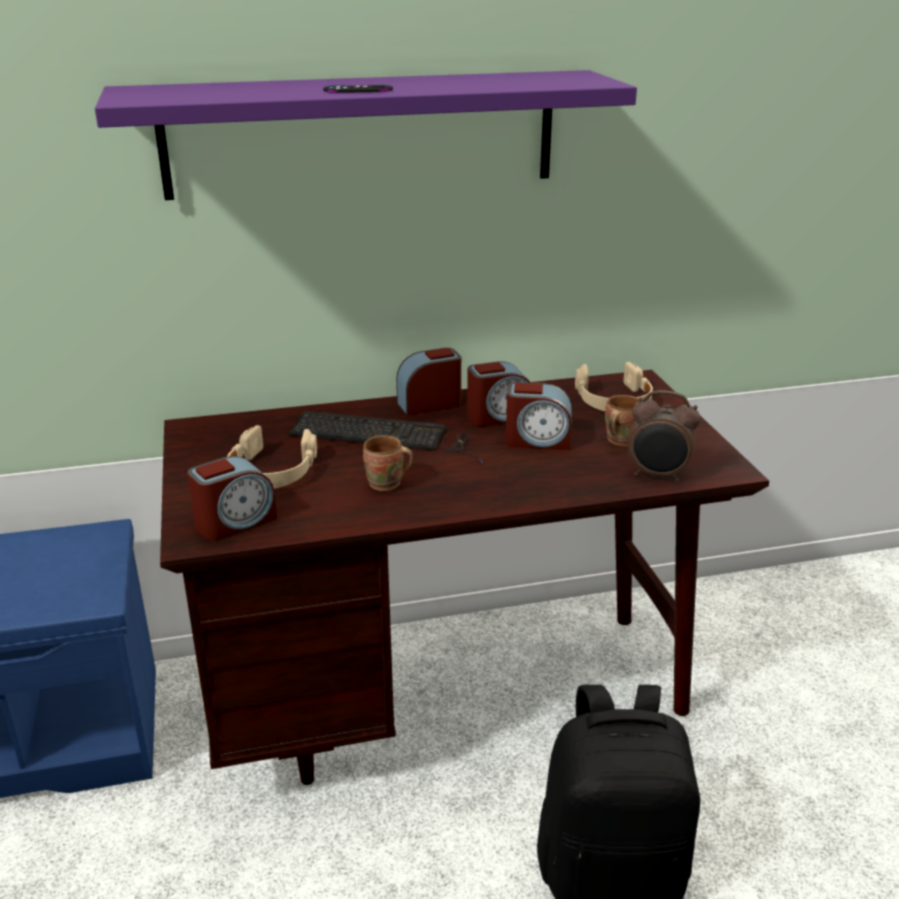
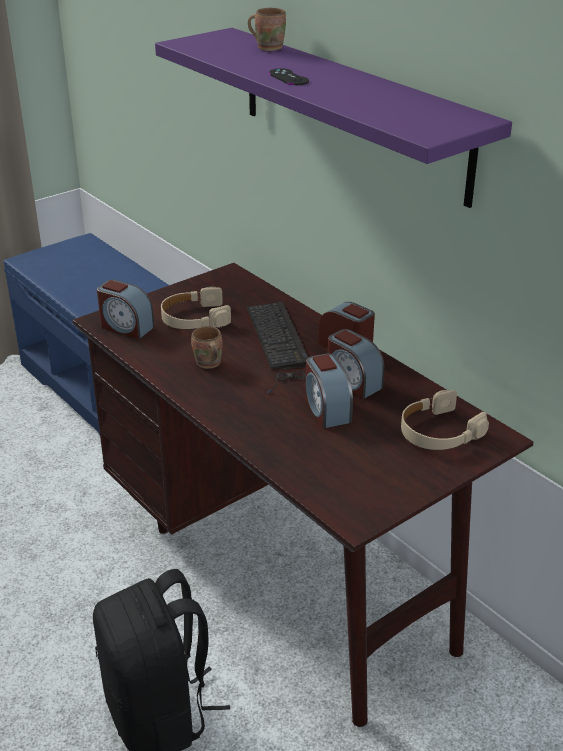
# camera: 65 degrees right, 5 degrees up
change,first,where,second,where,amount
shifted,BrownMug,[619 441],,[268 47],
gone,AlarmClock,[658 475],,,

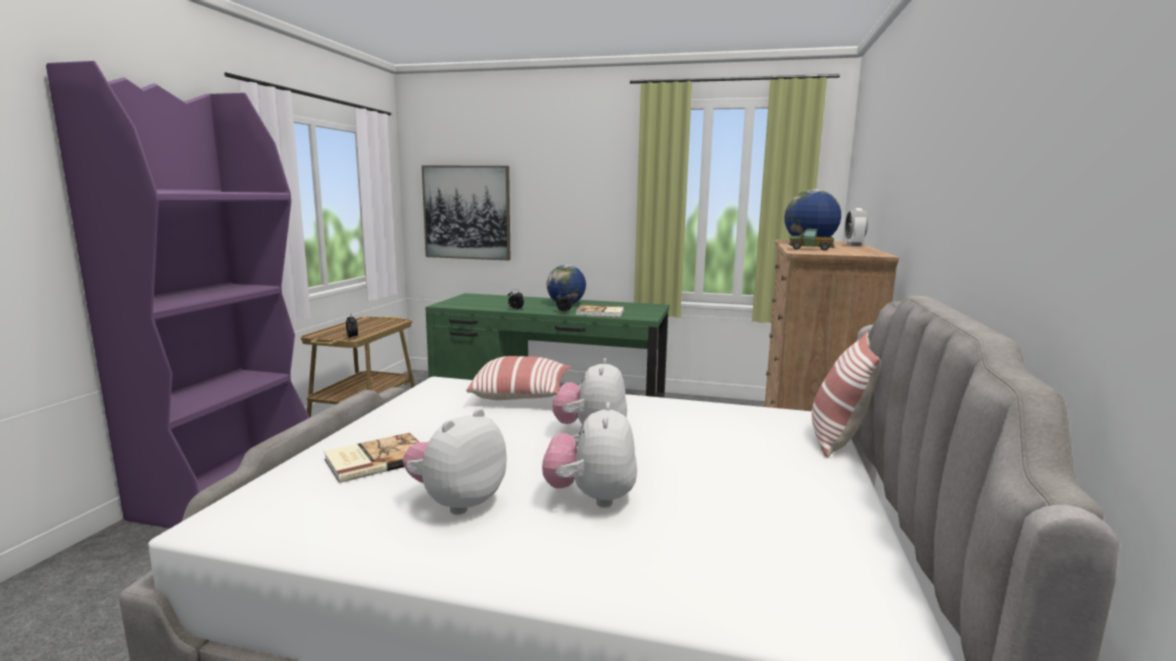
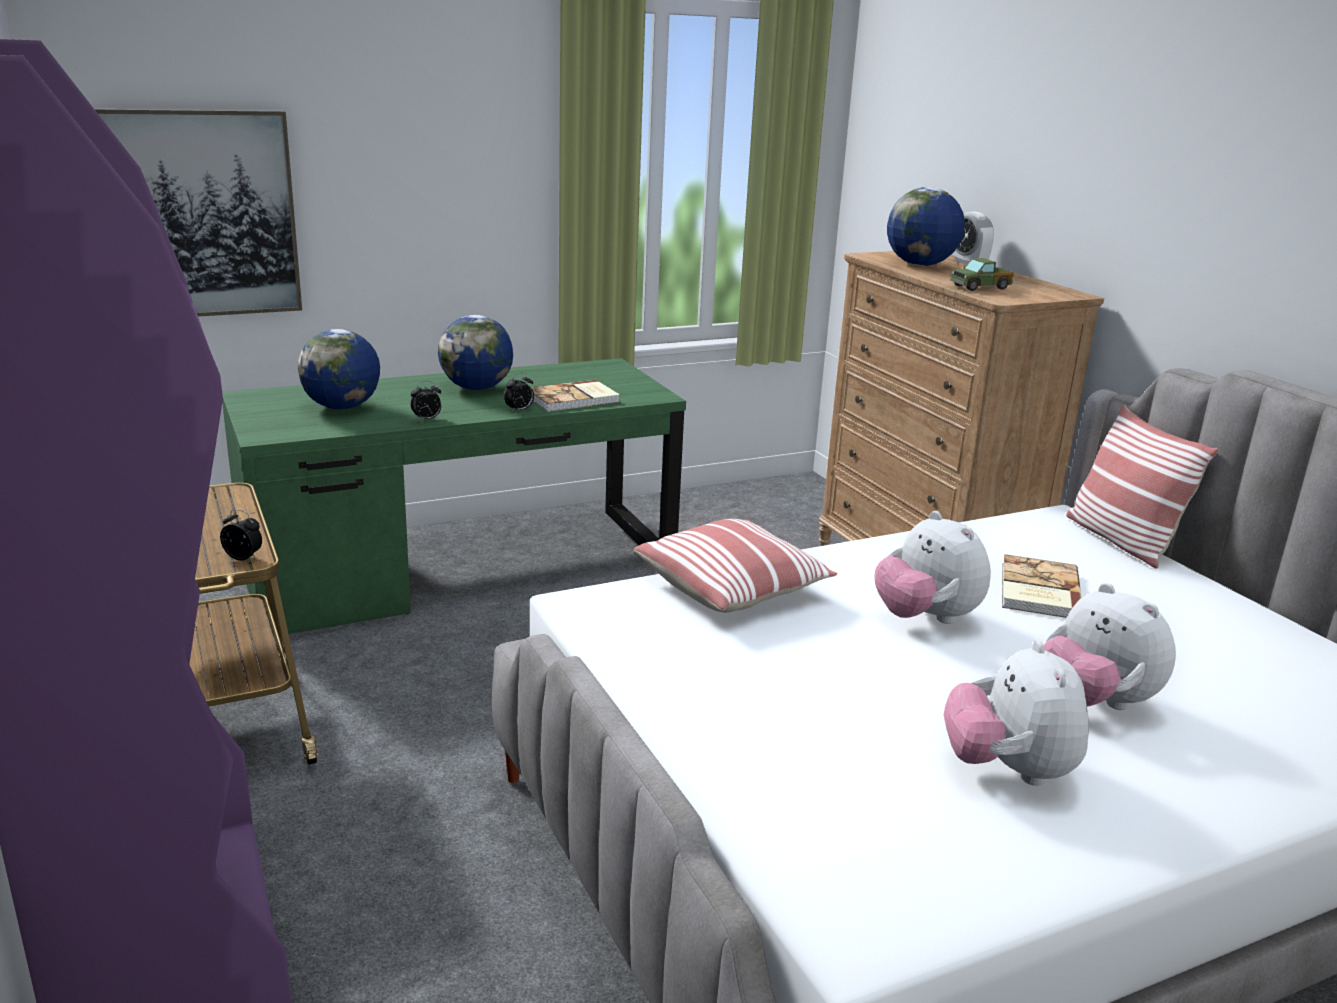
# camera: 40 degrees left, 10 degrees up
change,first,where,second,where,amount
shifted,Book,[376 459],,[1037 590],
new,,,Globe,[342 407],

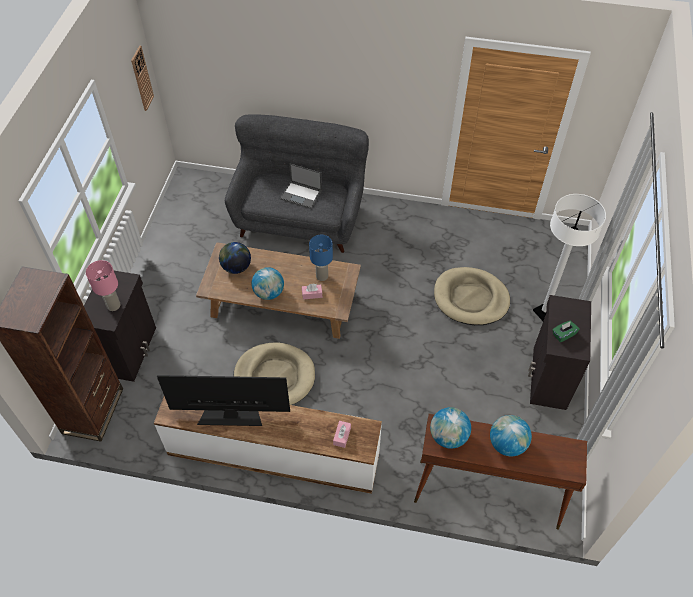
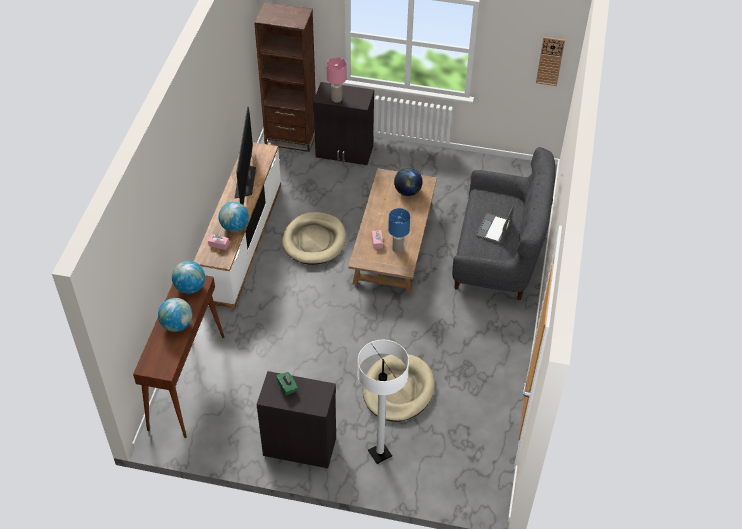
# camera: 90 degrees right, 5 degrees down
change,first,where,second,where,amount
shifted,Globe,[269 293],,[234 227],

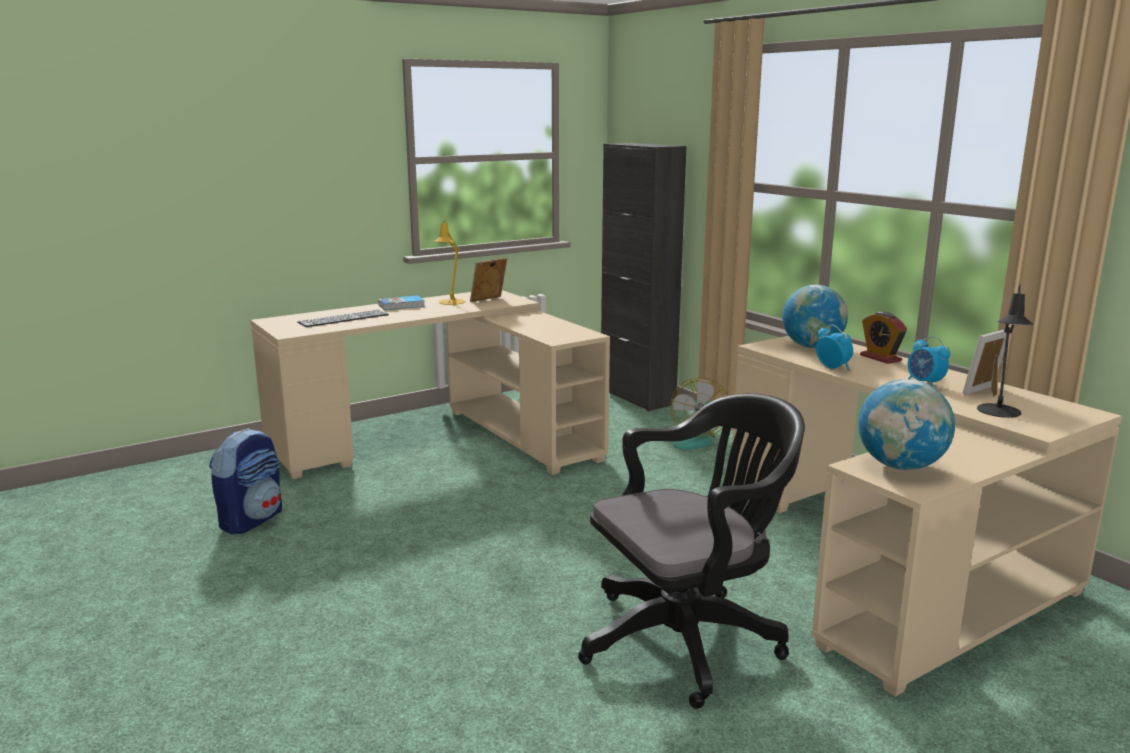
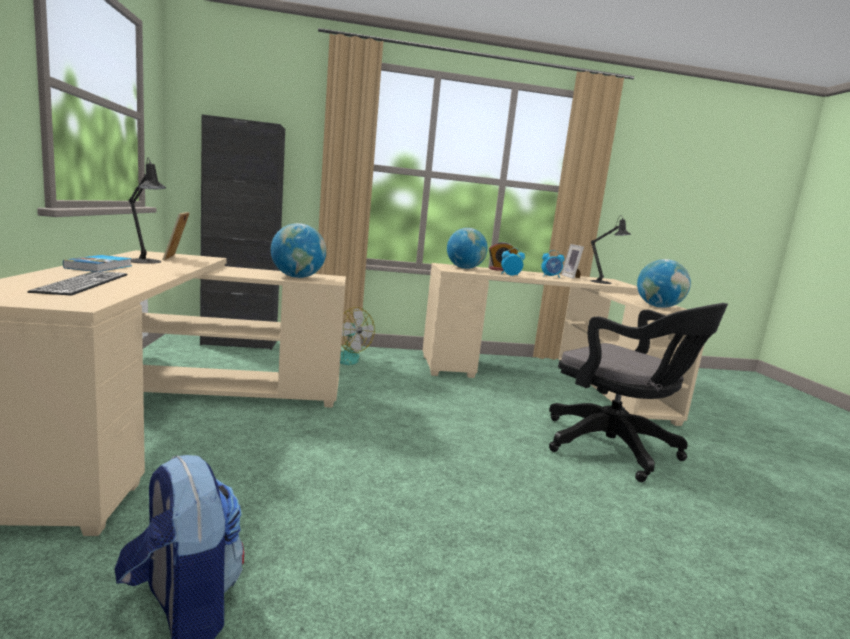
# camera: 65 degrees left, 5 degrees down
change,first,where,second,where,amount
repainted,YellowTableLamp,[450 302],BlackTableLamp,[146 262],
rotated,BlackOfficeChair,[688 639],,[616 449],135 degrees clockwise
new,,,Globe,[297 277],

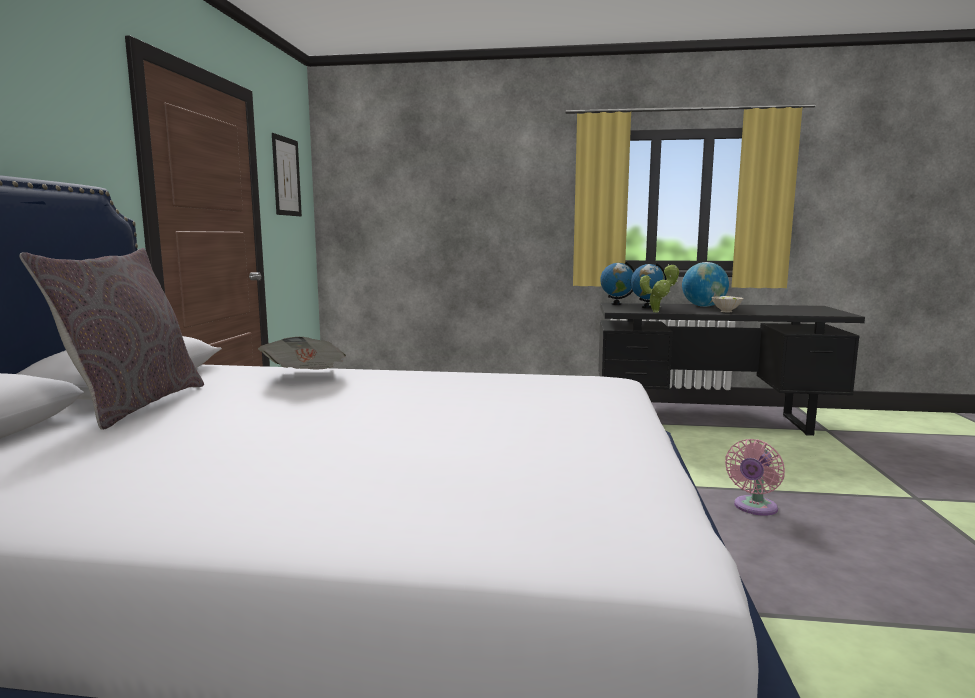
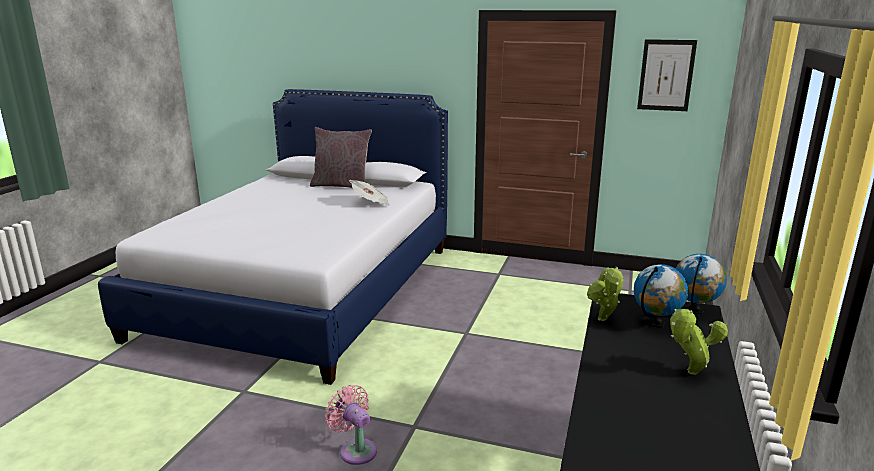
# camera: 100 degrees right, 10 degrees up
change,first,where,second,where,amount
swapped,Globe,[704 306],PottedPlant,[689 373],
gone,WhiteBowl,[725 311],,,

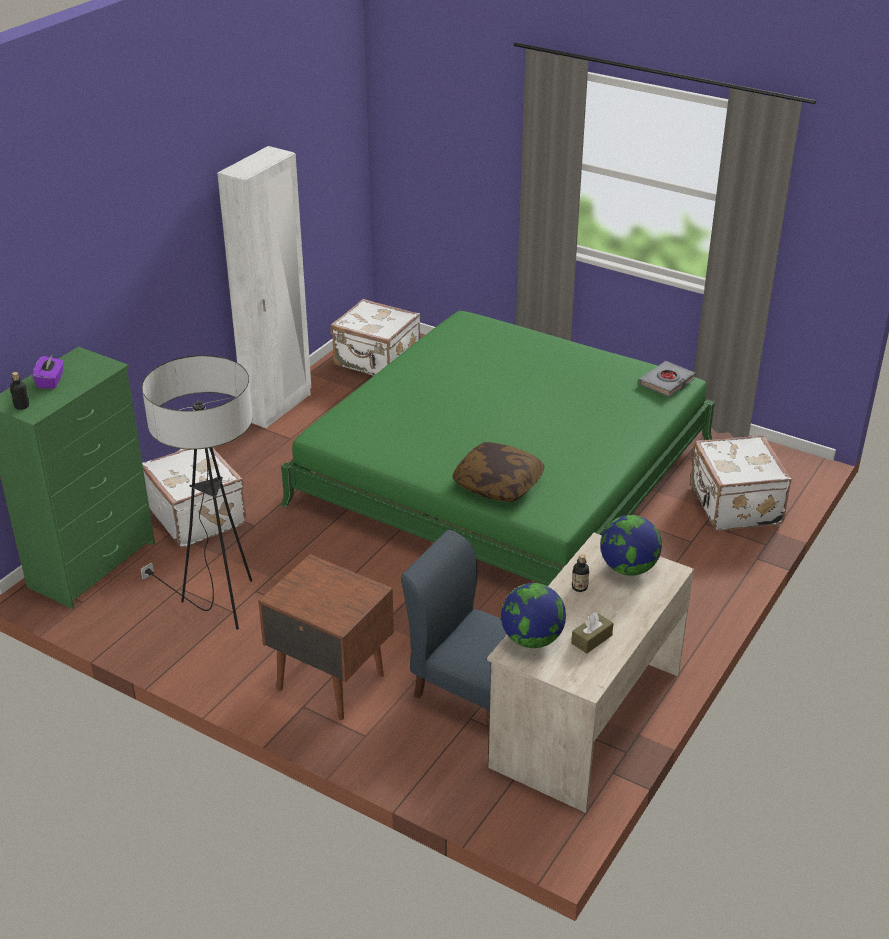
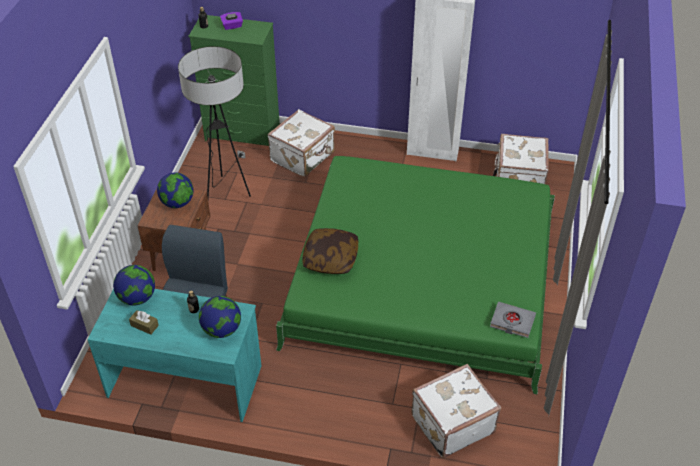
# camera: 70 degrees right, 10 degrees up
change,first,where,second,where,amount
repainted,BeigeDesk,[585 718],TurquoiseDesk,[185 380],
new,,,Globe,[177 203],

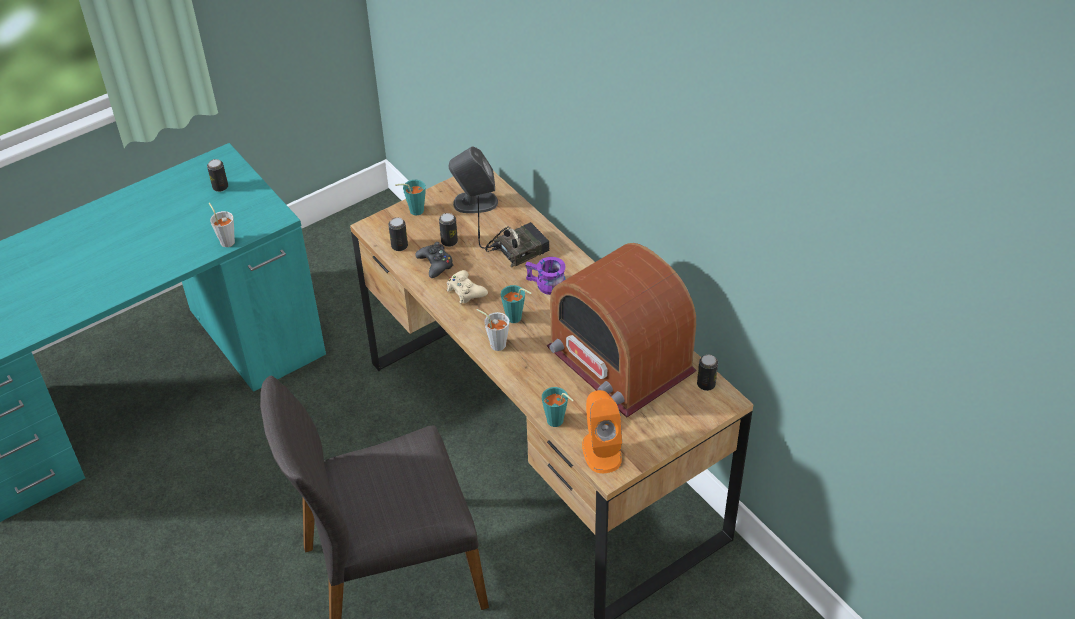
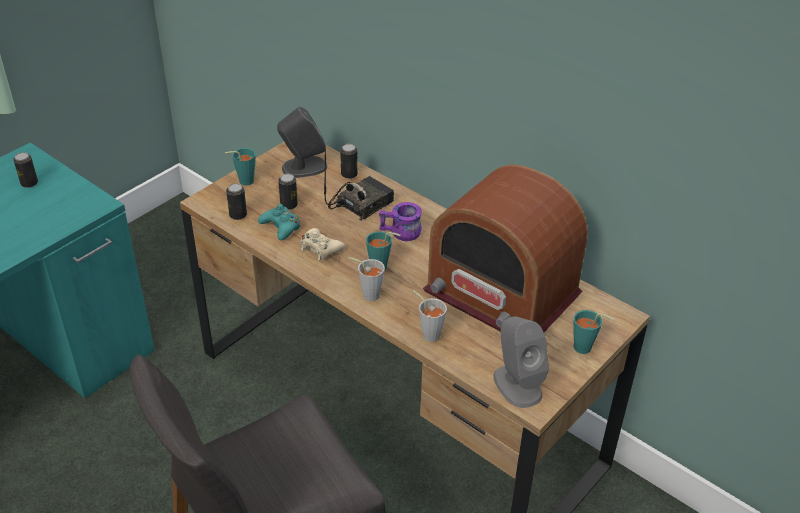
# camera: 15 degrees left, 5 degrees down
change,first,where,second,where,amount
shifted,GreyCup,[226 240],,[428 333],
repainted,BlackGameController,[435 264],TurquoiseGameController,[281 227],
shifted,TurquoiseCup,[557 423],,[586 349],
repainted,OrangeSpeaker,[601 451],GreySpeaker,[517 385],
shifted,Can,[706 384],,[349 174],

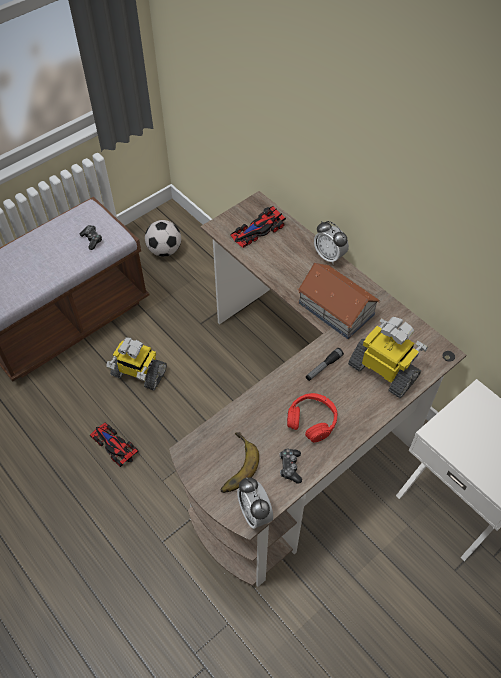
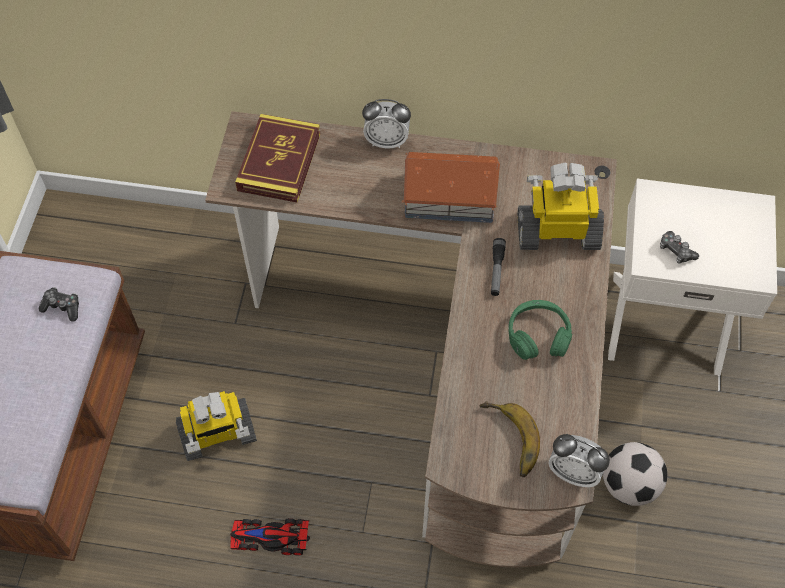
# camera: 40 degrees left, 5 degrees up
change,first,where,second,where,amount
shifted,Football,[165 250],,[629 484],
swapped,ToyCar,[257 230],Book,[279 162],
shifted,GameController,[290 467],,[676 251],
repainted,RedHeadphones,[312 420],GreenHeadphones,[538 335],

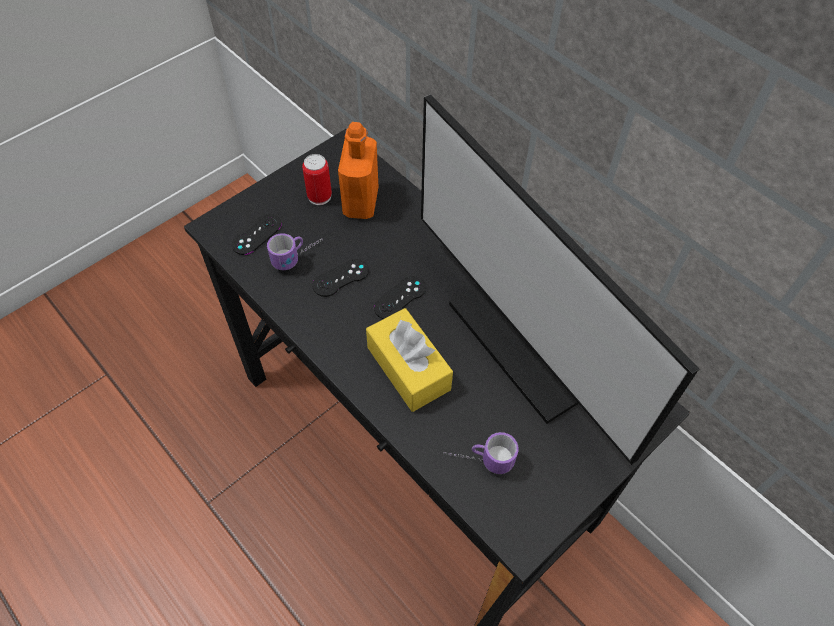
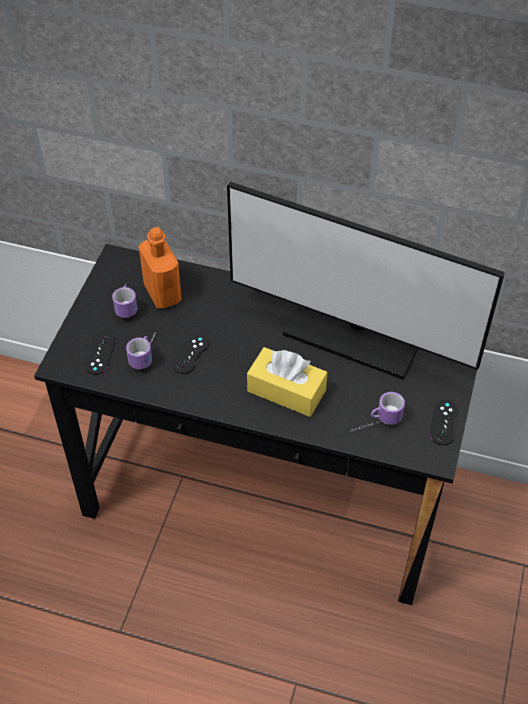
# camera: 30 degrees left, 5 degrees down
change,first,where,second,where,amount
swapped,Can,[319 196],Mug,[126 303],
shifted,BlackGameController,[400 298],,[444 422],

